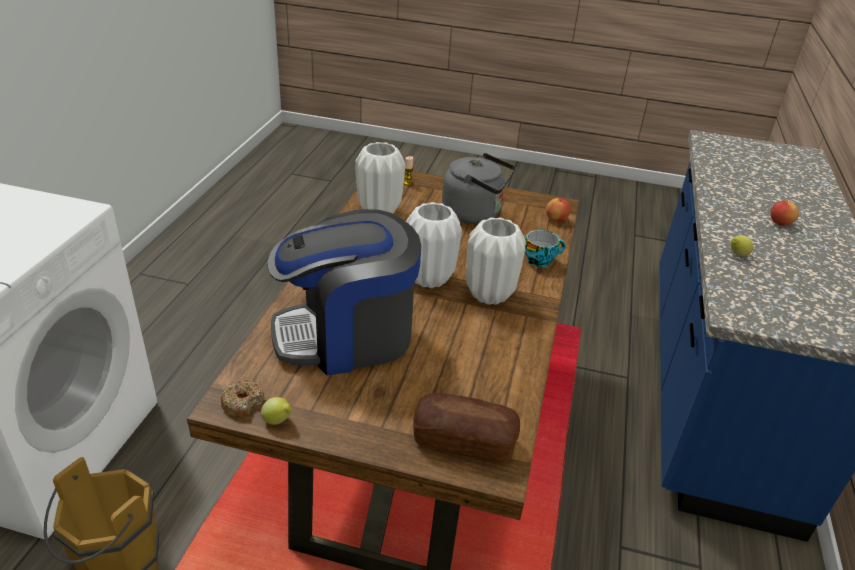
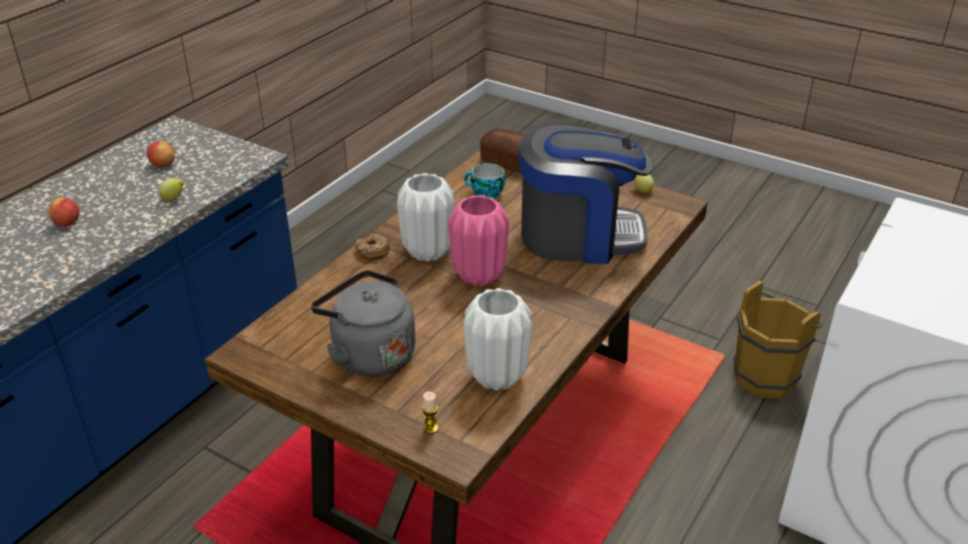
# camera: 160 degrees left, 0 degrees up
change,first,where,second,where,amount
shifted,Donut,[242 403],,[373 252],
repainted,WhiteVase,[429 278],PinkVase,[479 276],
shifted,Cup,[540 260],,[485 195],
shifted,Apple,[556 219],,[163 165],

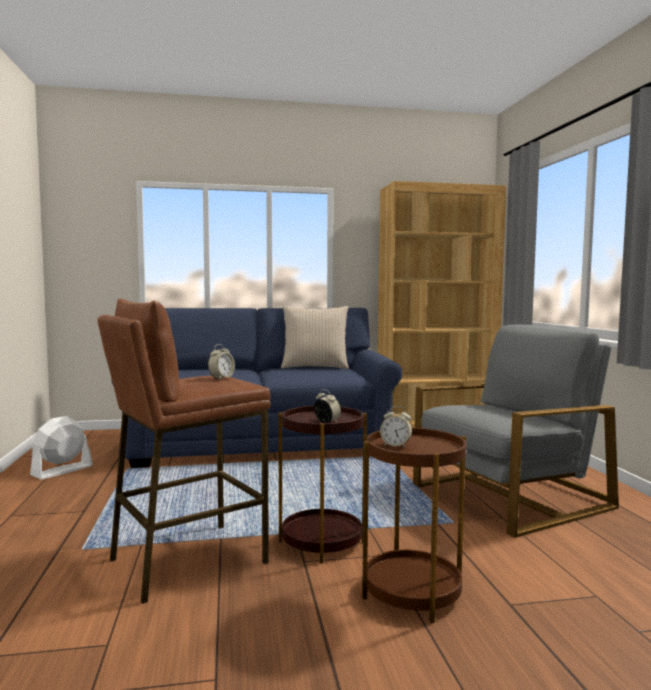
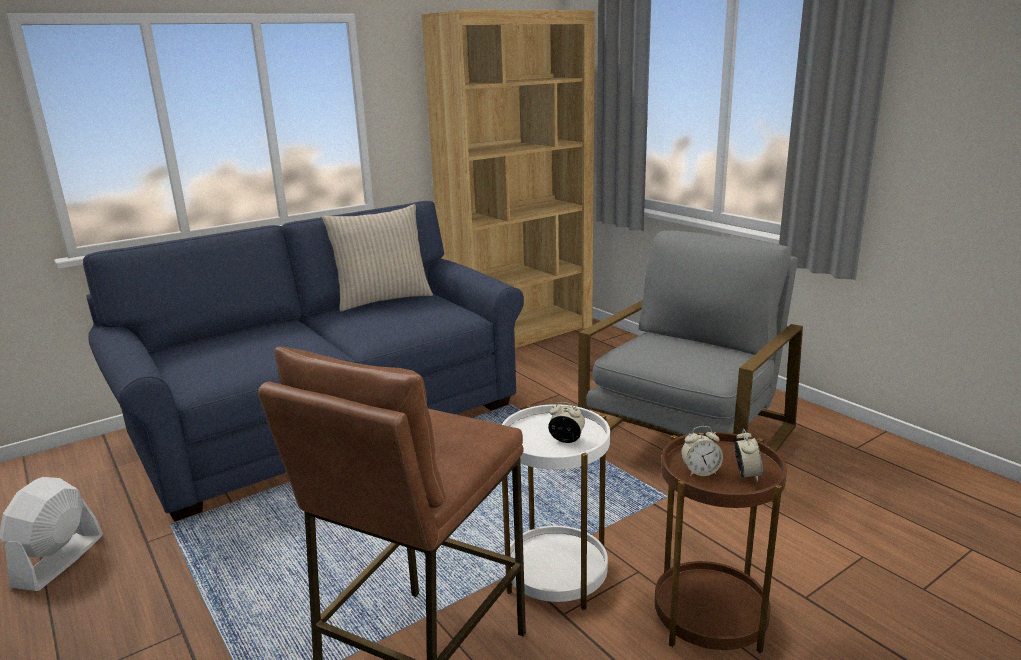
# camera: 25 degrees left, 15 degrees up
change,first,where,second,where,amount
shifted,AlarmClock,[221 378],,[746 475],
repainted,BrownSideTable,[321 542],WhiteSideTable,[556 575],

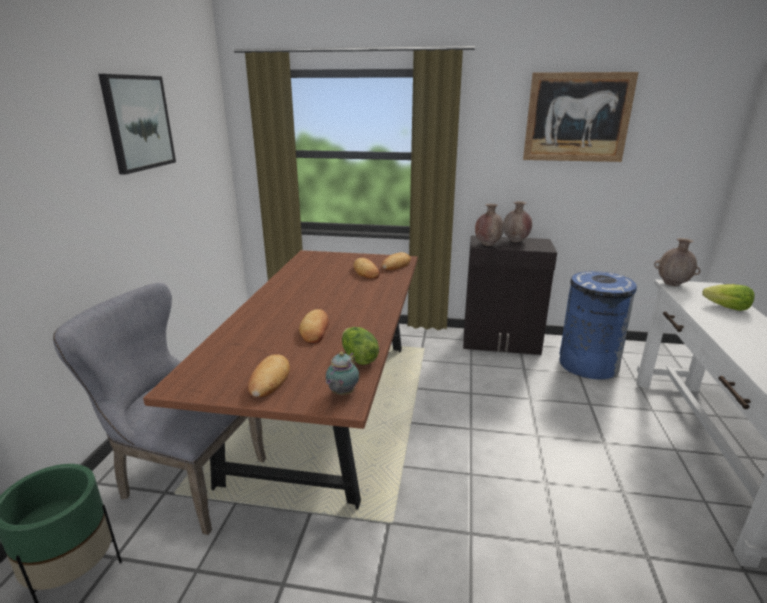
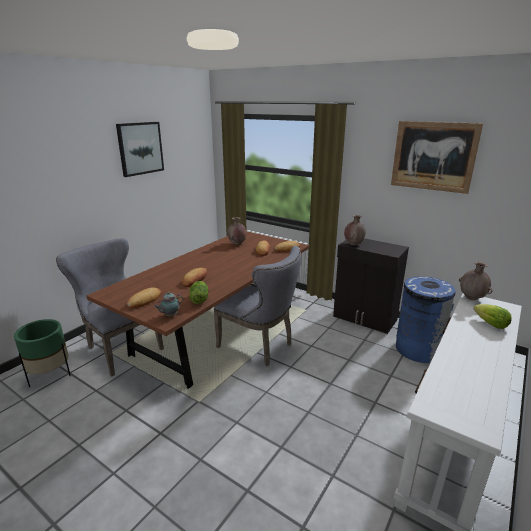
# camera: 25 degrees right, 0 degrees up
change,first,where,second,where,amount
shifted,BrownVase,[515 241],,[237 243],
new,,,GreyChair,[260 346],

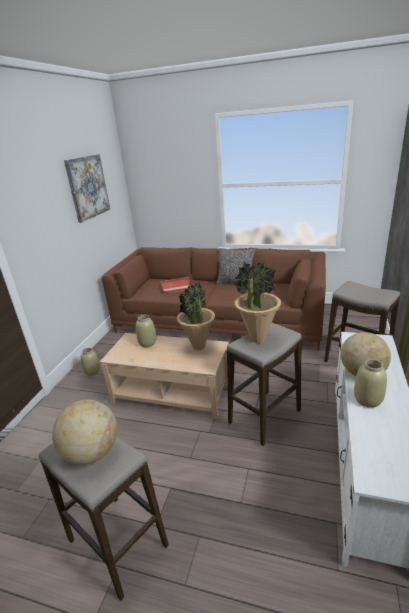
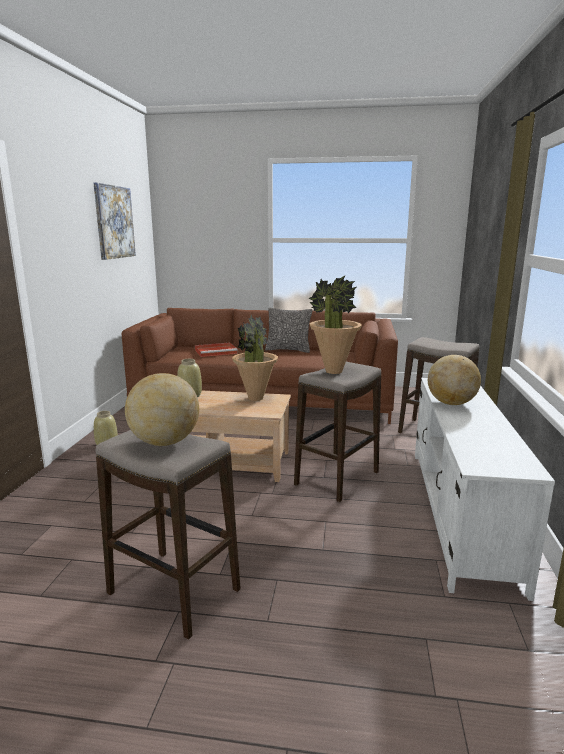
# camera: 10 degrees left, 10 degrees down
change,first,where,second,where,amount
gone,BeigeVase,[368 400],,,

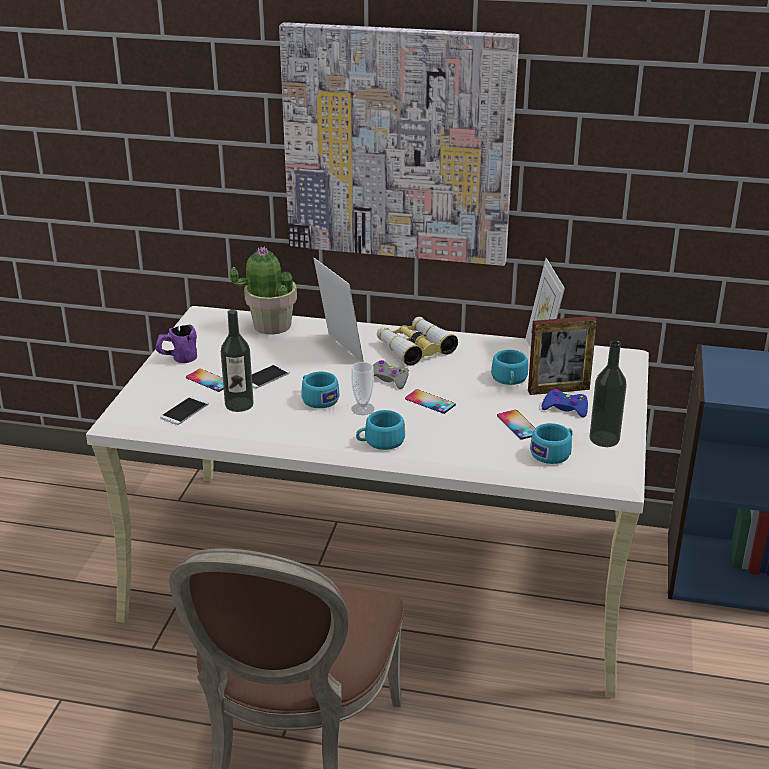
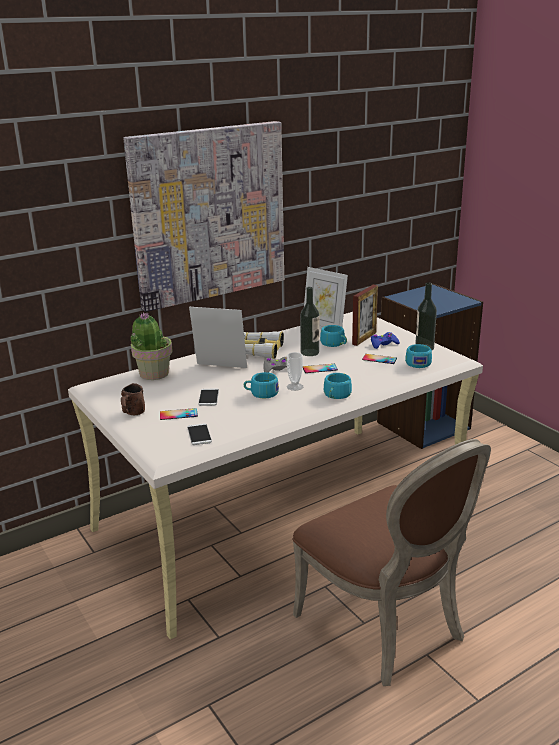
# camera: 45 degrees left, 5 degrees down
change,first,where,second,where,amount
repainted,PurpleMug,[177 359],BrownMug,[132 414],
shifted,Bottle,[239 404],,[309 352],

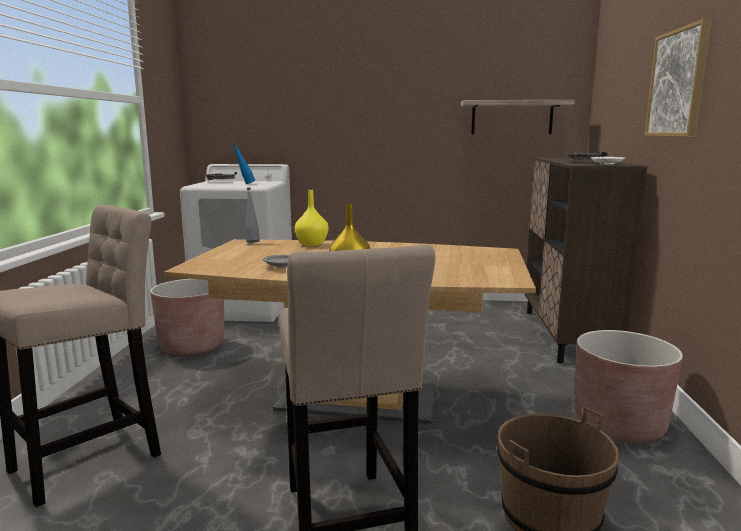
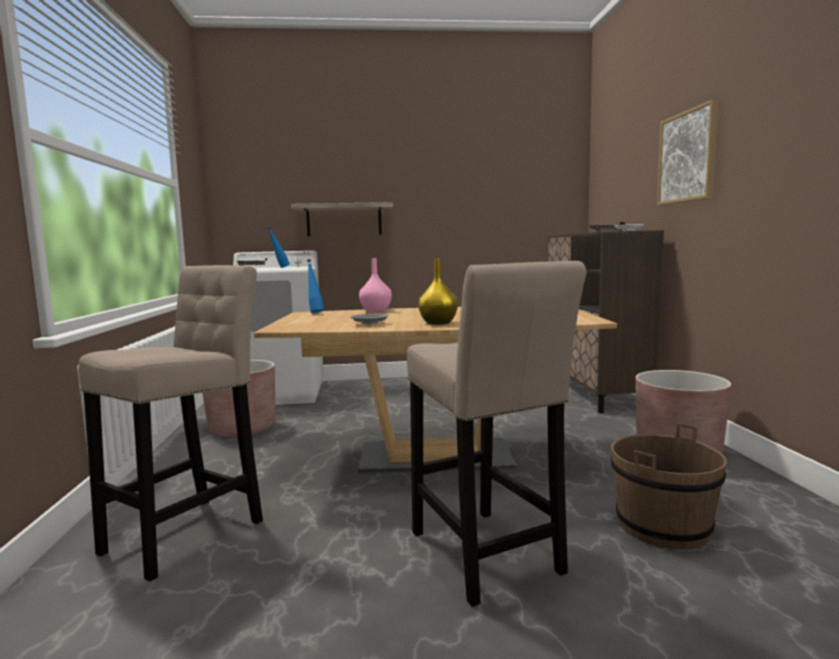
# camera: 10 degrees left, 5 degrees down
change,first,where,second,where,amount
repainted,GreyBottle,[252 242],BlueBottle,[315 312],
repainted,YellowVase,[312 244],PinkVase,[376 311],
shifted,Shelf,[512 118],,[344 220],

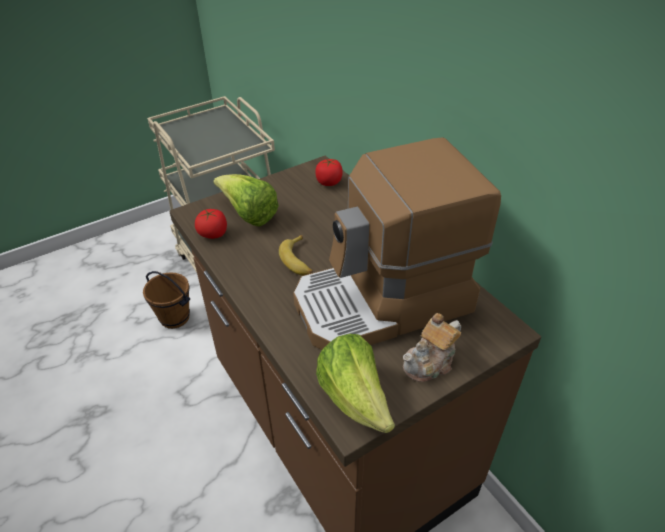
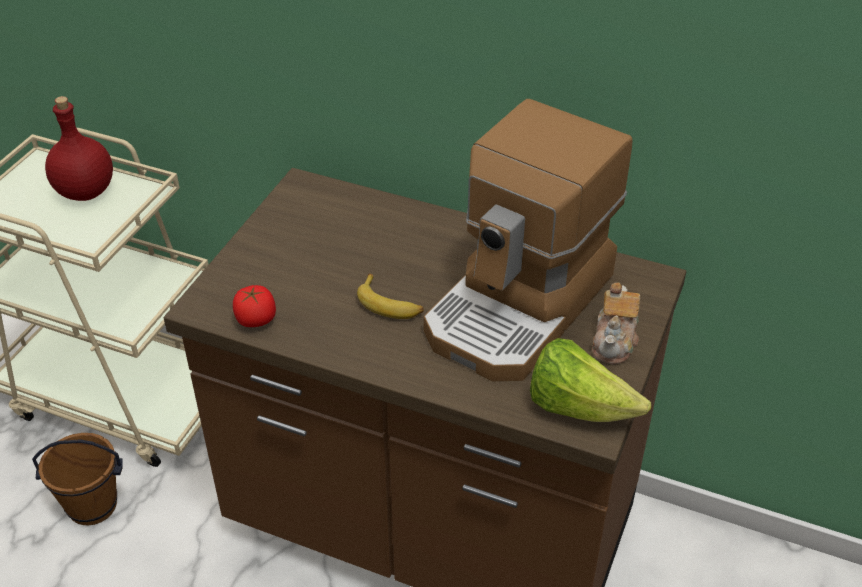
# camera: 35 degrees left, 0 degrees up
change,first,where,second,where,amount
gone,Lettuce,[248 215],,,
gone,Tomato,[329 182],,,
new,,,RedBottle,[86 192],

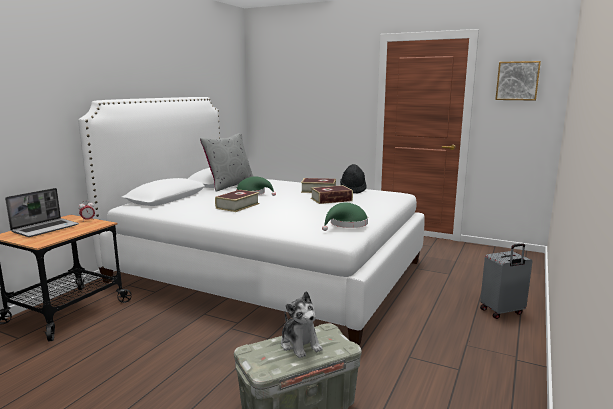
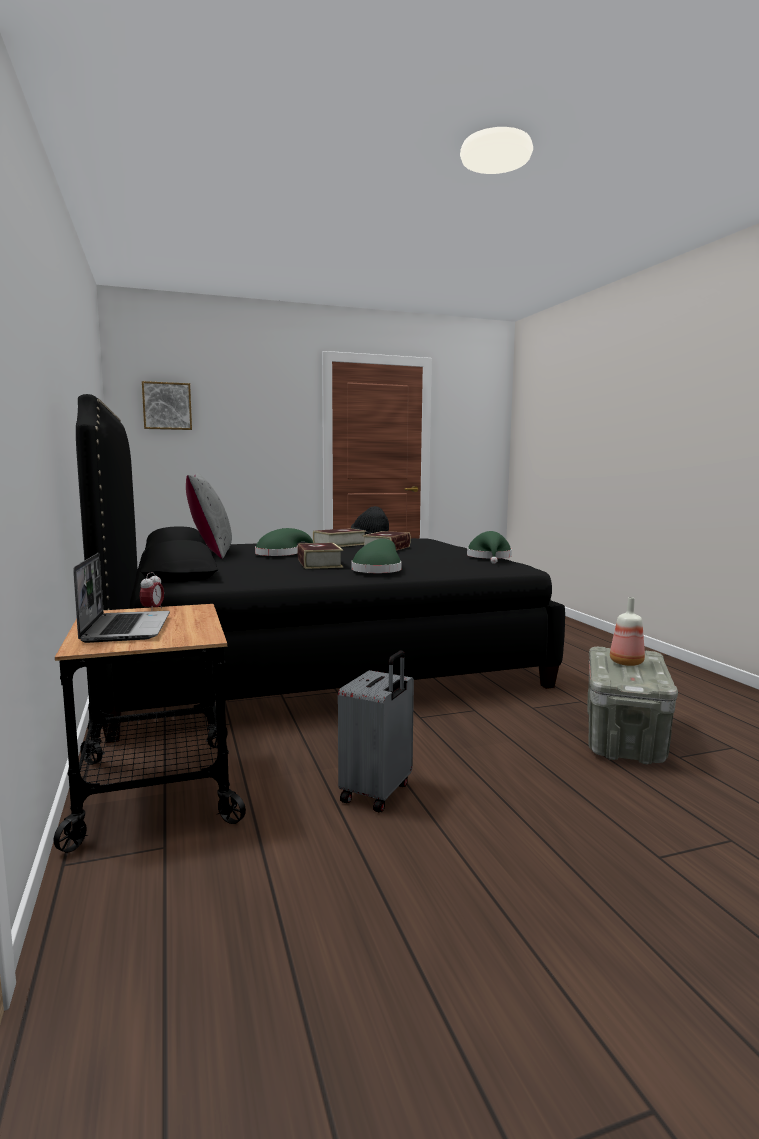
# camera: 45 degrees left, 5 degrees down
change,first,where,second,where,amount
repainted,WhiteBed,[267 271],BlackBed,[316 664],
swapped,PlushToy,[300 344],Bottle,[625 662],
shifted,GreySuitcase,[502 312],,[377 793],
shifted,Picture,[517 81],,[167 406],
new,,,GreenHat,[378 570],

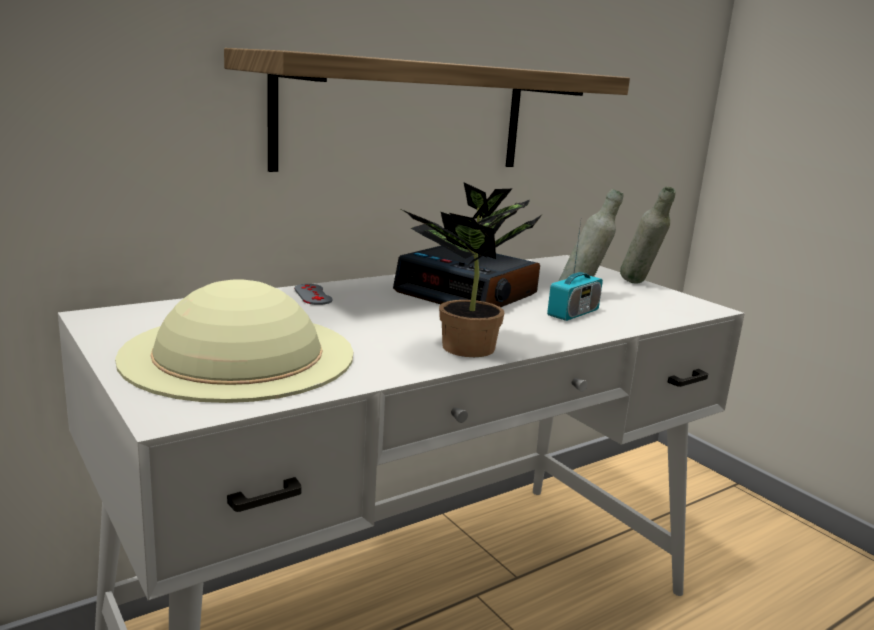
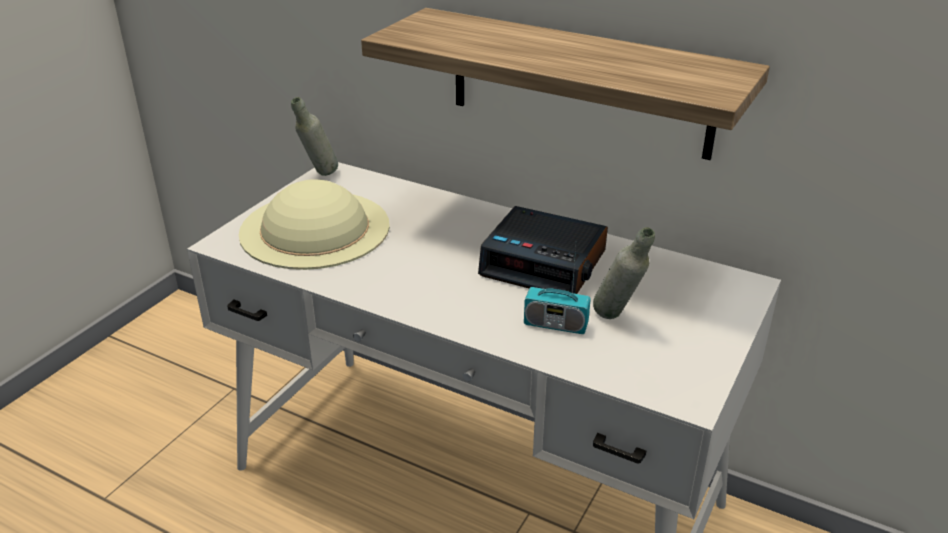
# camera: 65 degrees right, 15 degrees up
change,first,where,second,where,amount
gone,GreyGameController,[313 295],,,
rotated,AlarmClock,[468 293],,[545 263],75 degrees counterclockwise
gone,PottedPlant,[462 349],,,
shifted,GreyBottle,[639 284],,[319 176],

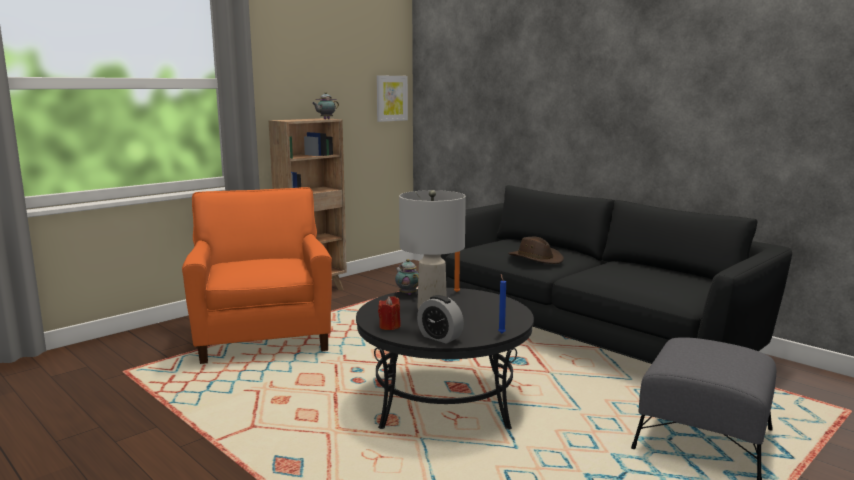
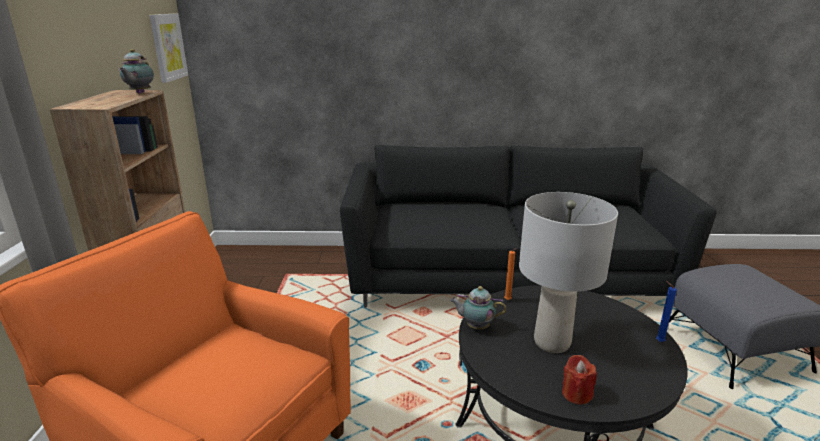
# camera: 45 degrees left, 10 degrees up
change,first,where,second,where,amount
gone,AlarmClock,[440 337],,,
gone,BrownHat,[536 258],,,

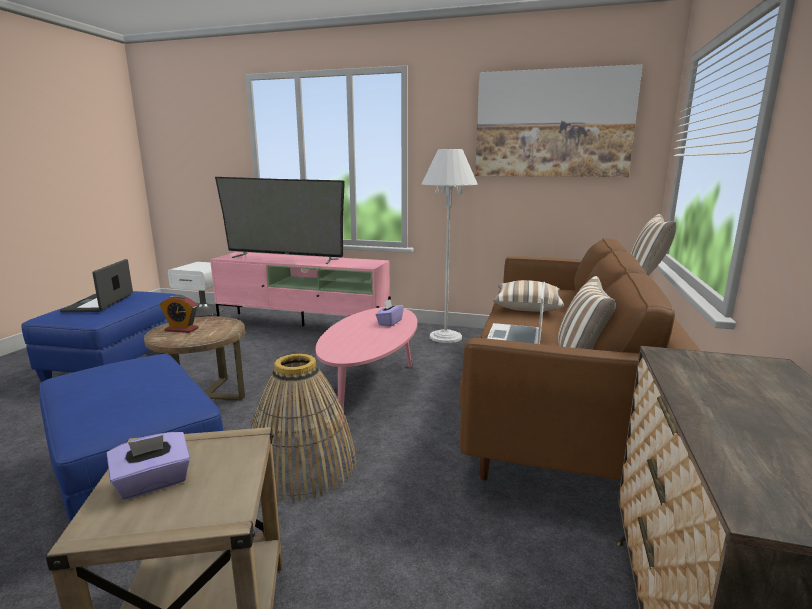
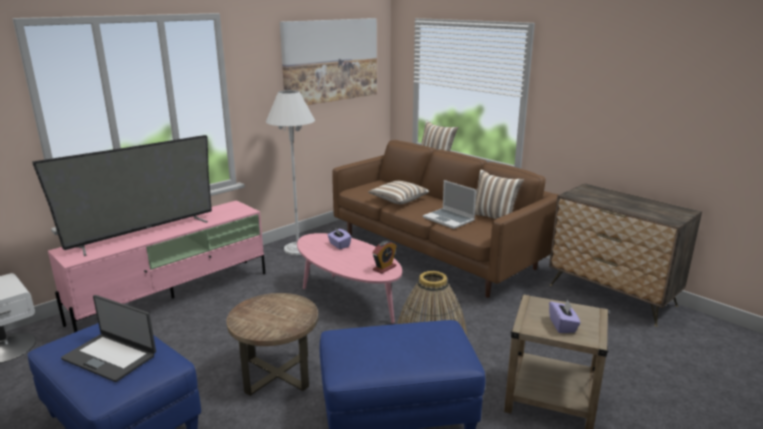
# camera: 60 degrees left, 5 degrees up
change,first,where,second,where,amount
shifted,AlarmClock,[181 329],,[384 268],

